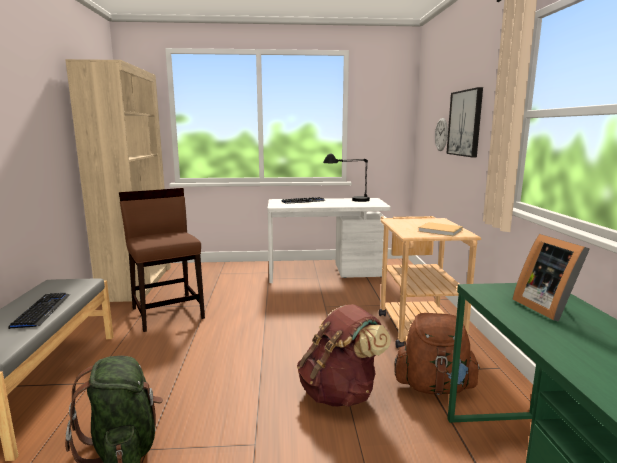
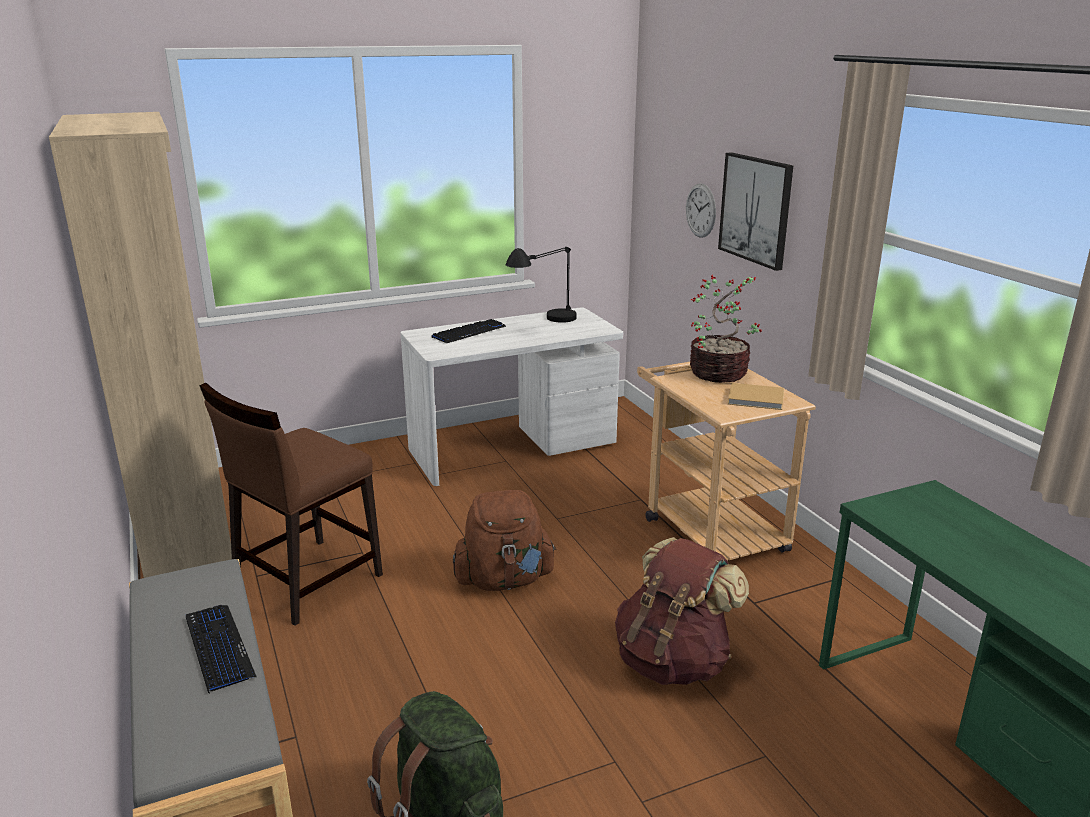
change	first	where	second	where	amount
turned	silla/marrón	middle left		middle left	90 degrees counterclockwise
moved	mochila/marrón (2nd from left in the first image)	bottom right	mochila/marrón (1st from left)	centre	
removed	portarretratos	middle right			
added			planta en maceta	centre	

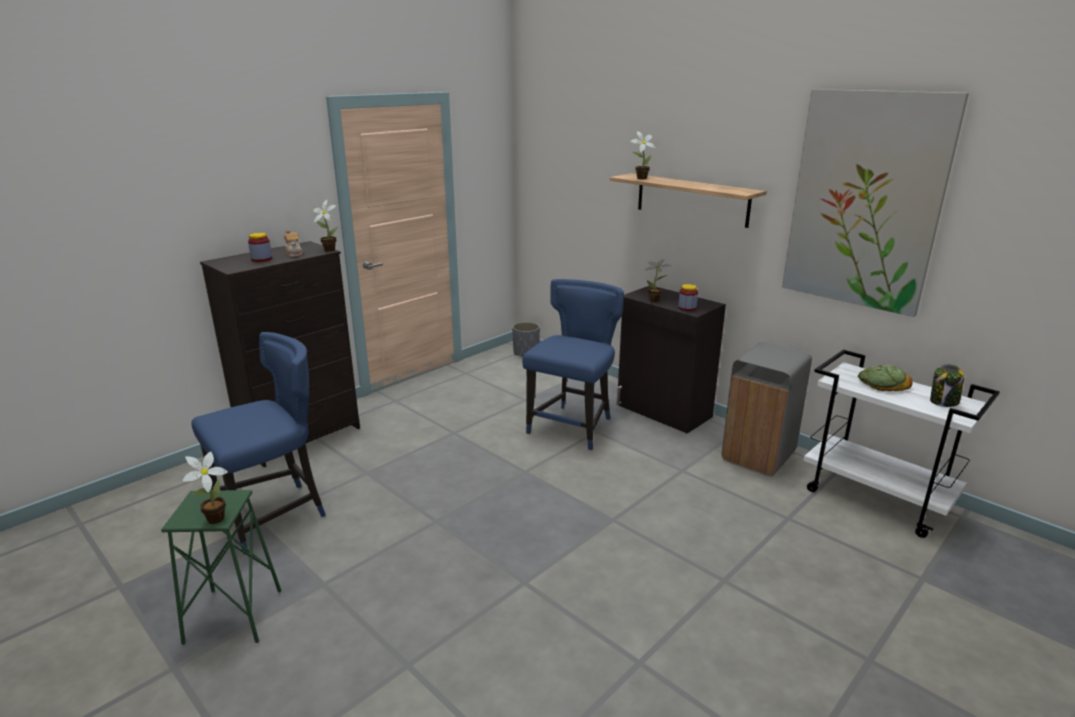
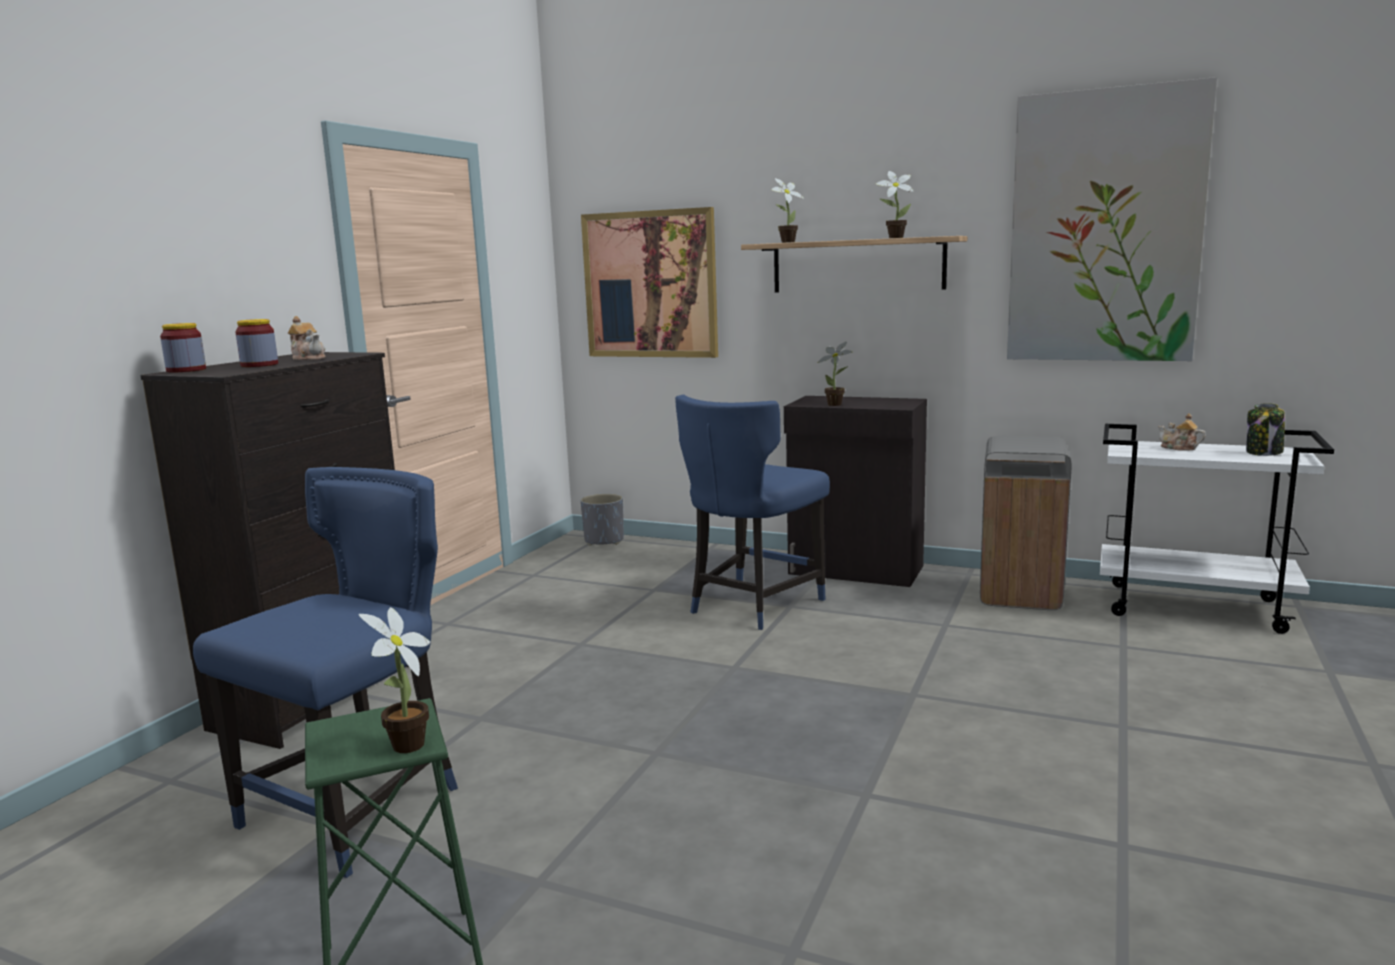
change	first	where	second	where	amount
moved	planta en maceta (2nd from left in the first image)	top left	planta en maceta (4th from left)	top centre	
turned	silla/azul (2nd from left)	centre		centre	150 degrees counterclockwise
moved	tarro (2nd from left in the first image)	centre	tarro (1st from left)	middle left	
replaced	pan	middle right	tetera (2nd from left)	middle right	
added			cuadro (1st from left)	top centre	

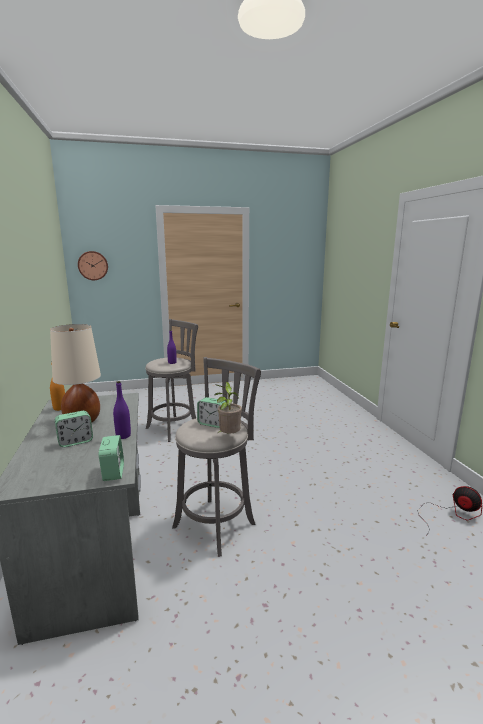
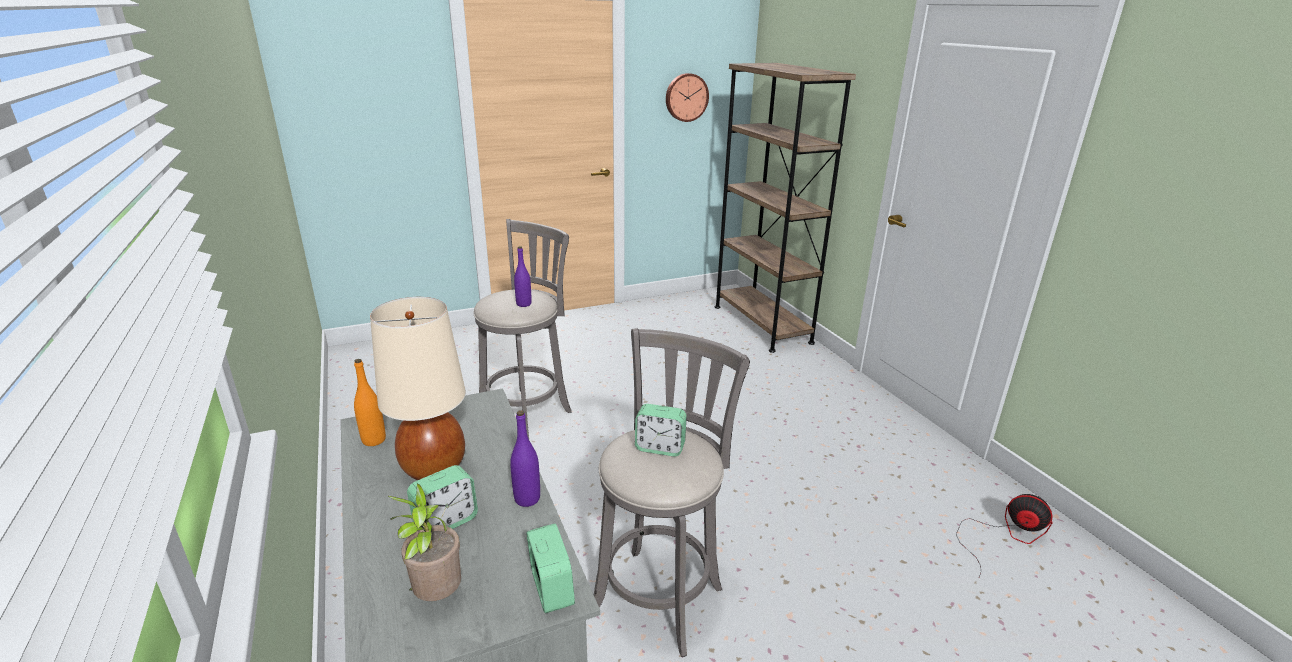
change	first	where	second	where	amount
moved	reloj de pared	middle left		top centre	
moved	planta en maceta	centre		bottom left	
added			estantería/marrón	top centre	

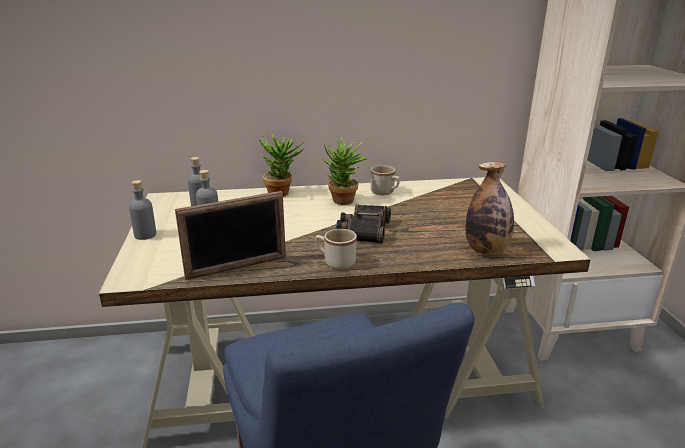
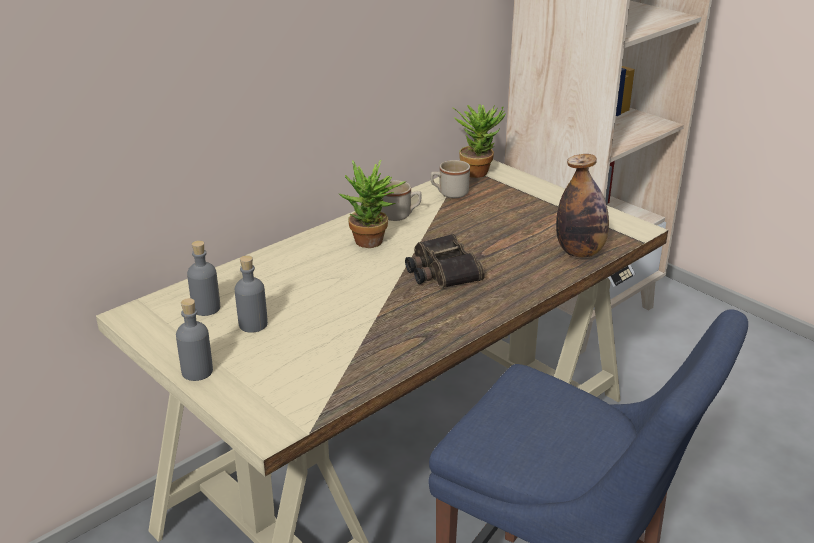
change	first	where	second	where	amount
removed	portarretratos	centre			
moved	planta en maceta (1st from left in the first image)	centre	planta en maceta (2nd from left)	top centre	
moved	taza grande/beis (1st from left in the first image)	centre	taza grande/beis (2nd from left)	top centre	

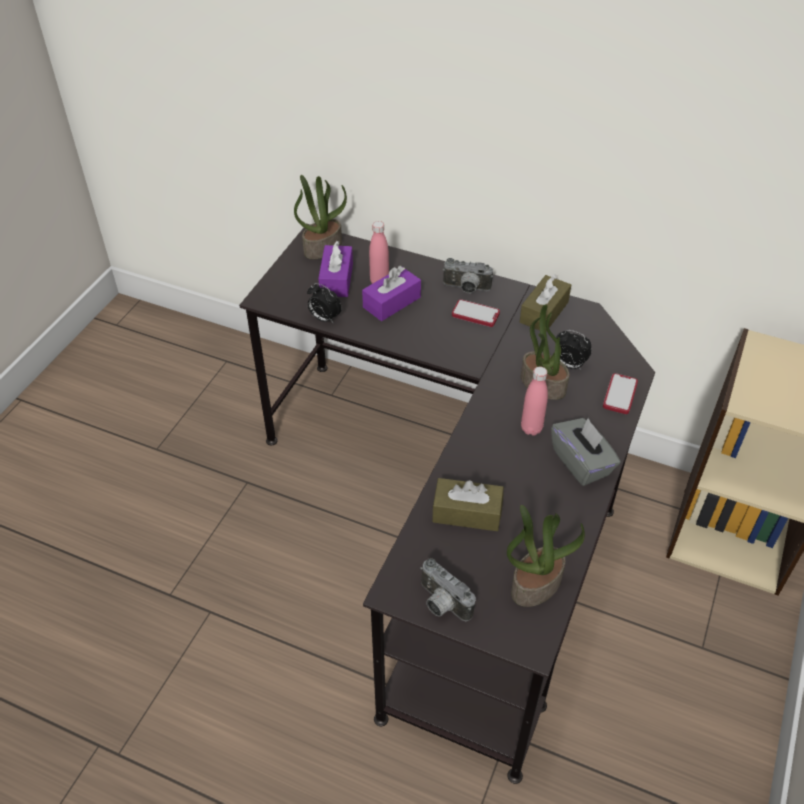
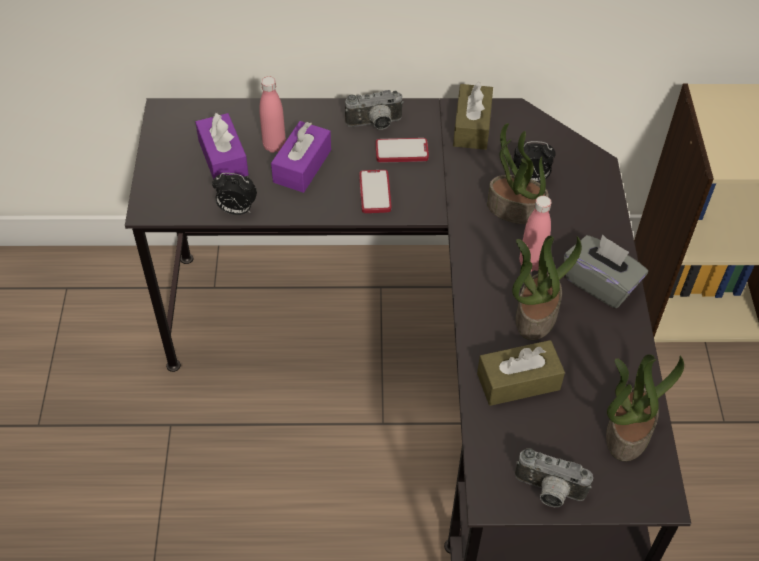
change	first	where	second	where	amount
moved	planta en maceta (1st from left in the first image)	top centre	planta en maceta (2nd from left)	middle right	
moved	móvil (2nd from left in the first image)	middle right	móvil (1st from left)	centre	

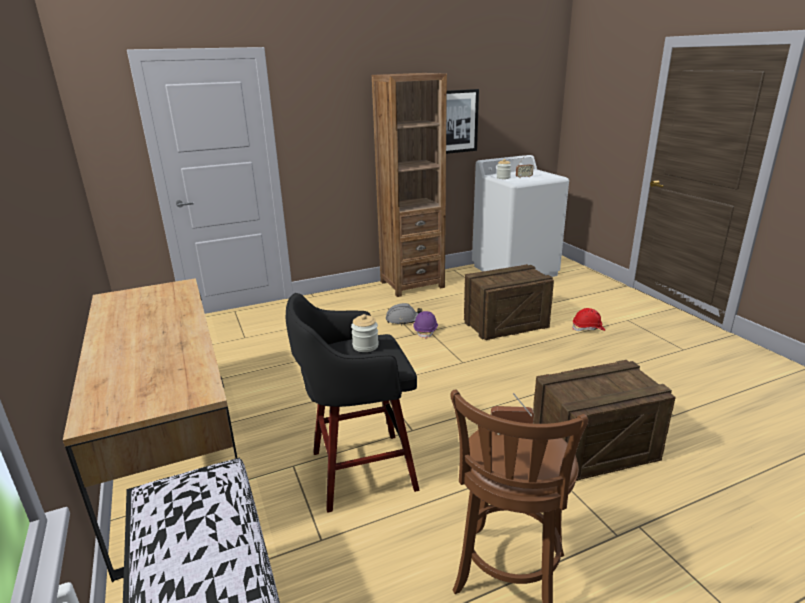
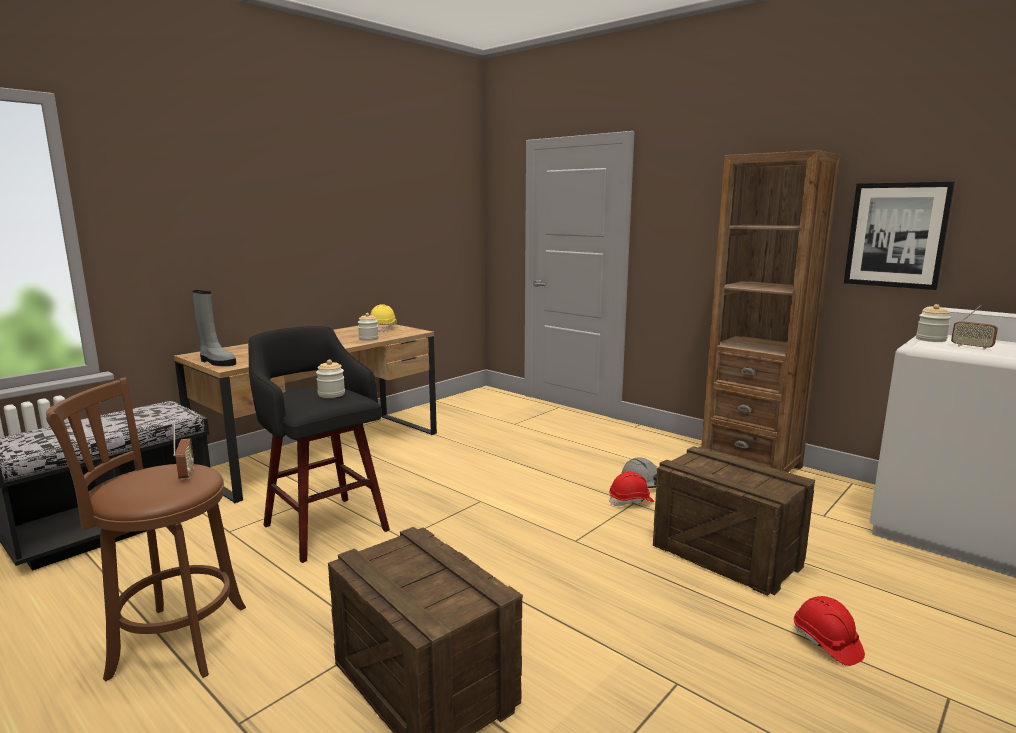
change	first	where	second	where	amount
recoloured	casco/morado	centre	casco/rojo (1st from left)	bottom centre	
added			bota/gris	middle left	
added			tarro (2nd from left)	centre	
added			casco/amarillo	centre	

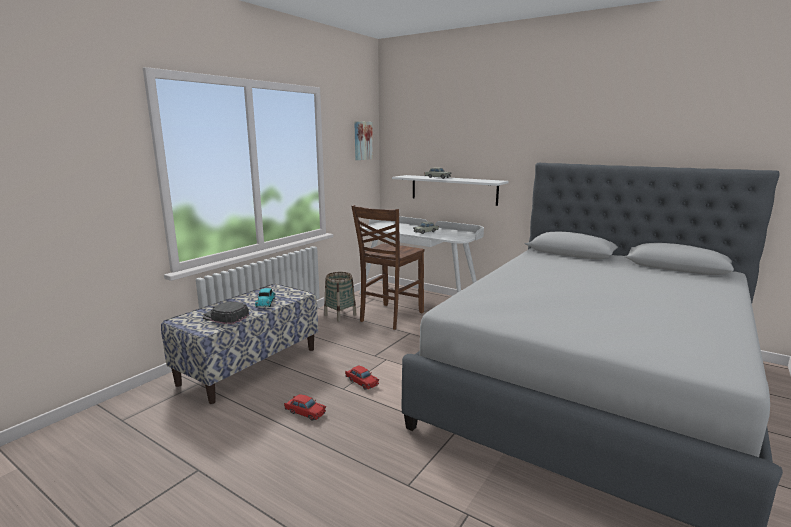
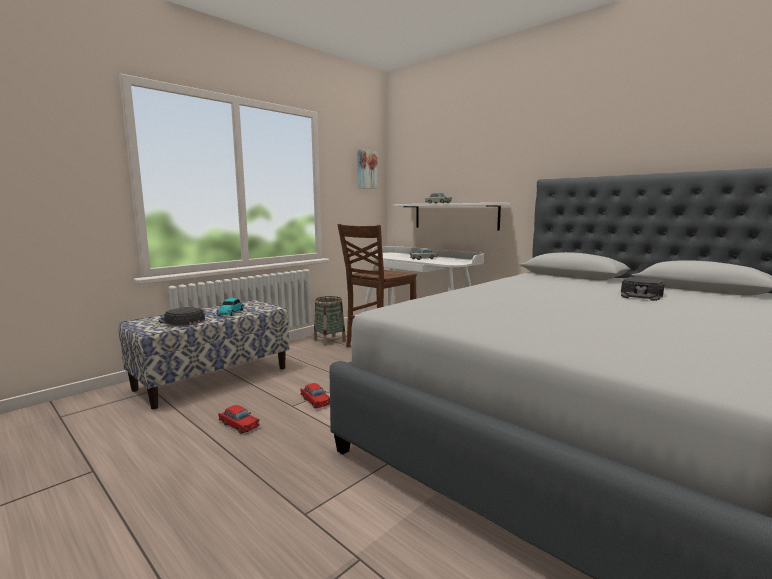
change	first	where	second	where	amount
added			gorra/negro (2nd from left)	middle right	

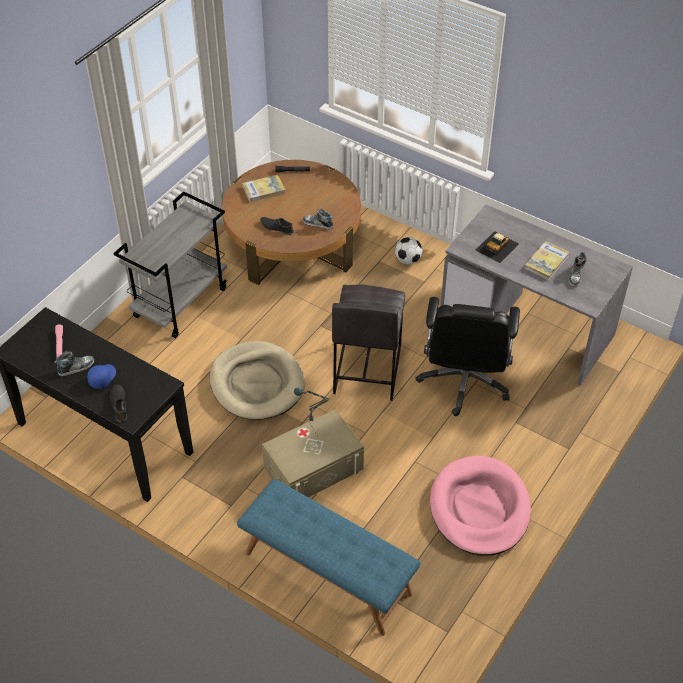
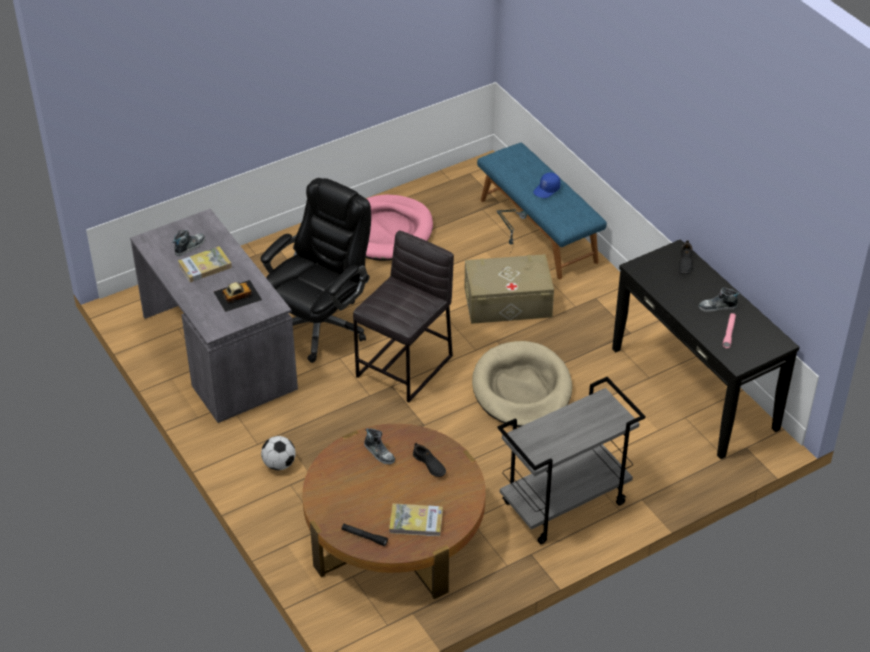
change	first	where	second	where	amount
moved	gorra/azul	middle left		top centre	

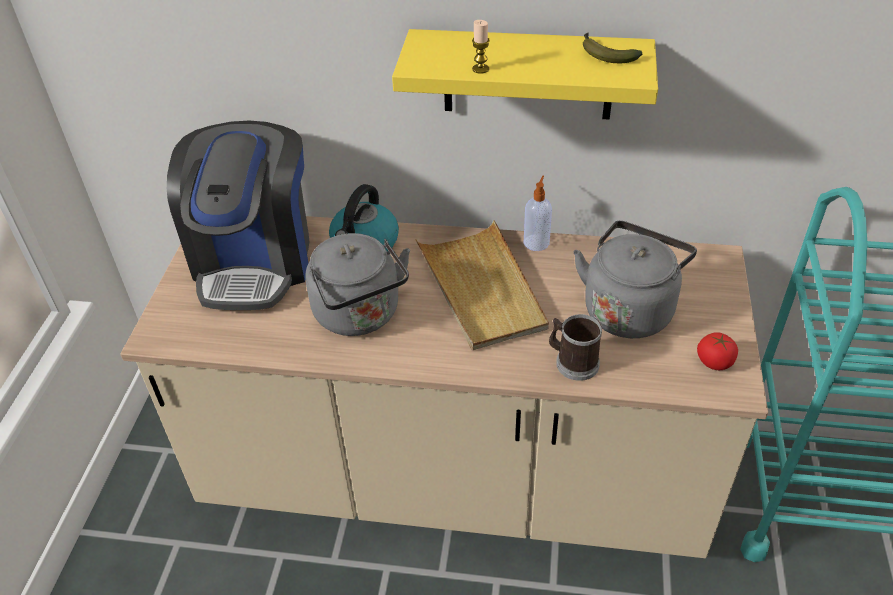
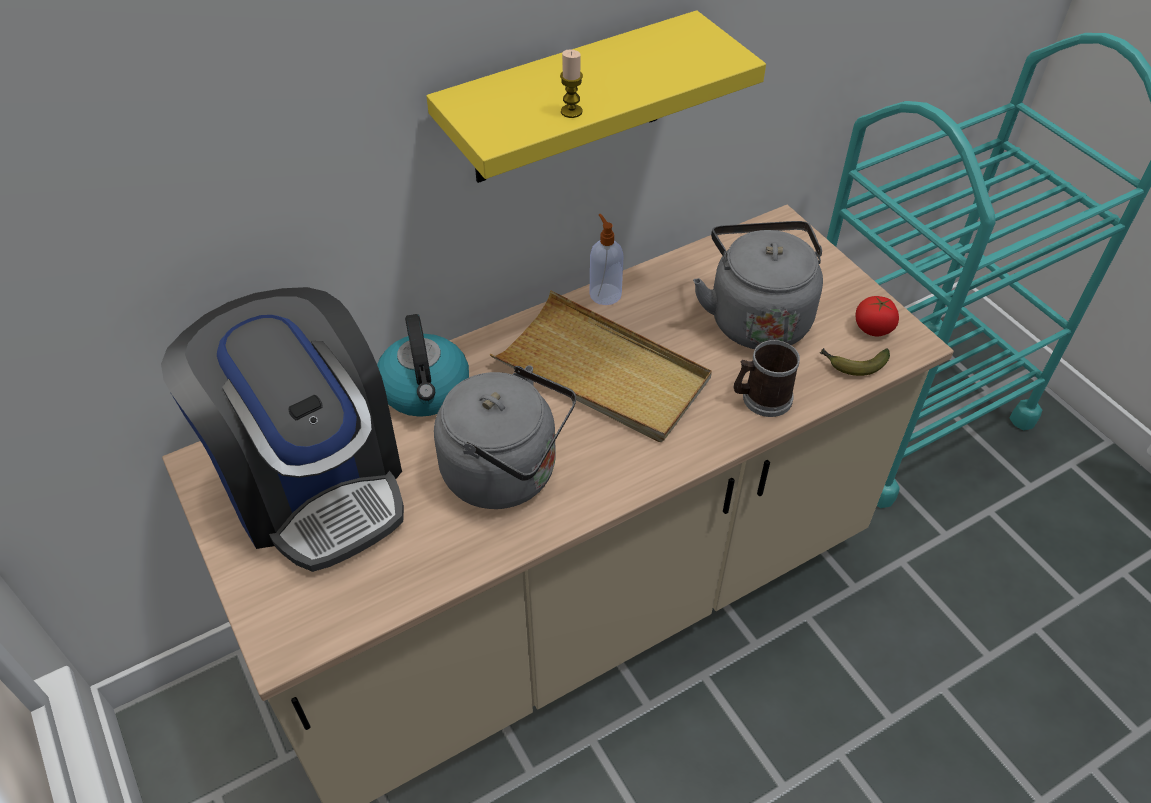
change	first	where	second	where	amount
moved	plátano	top right		middle right	

